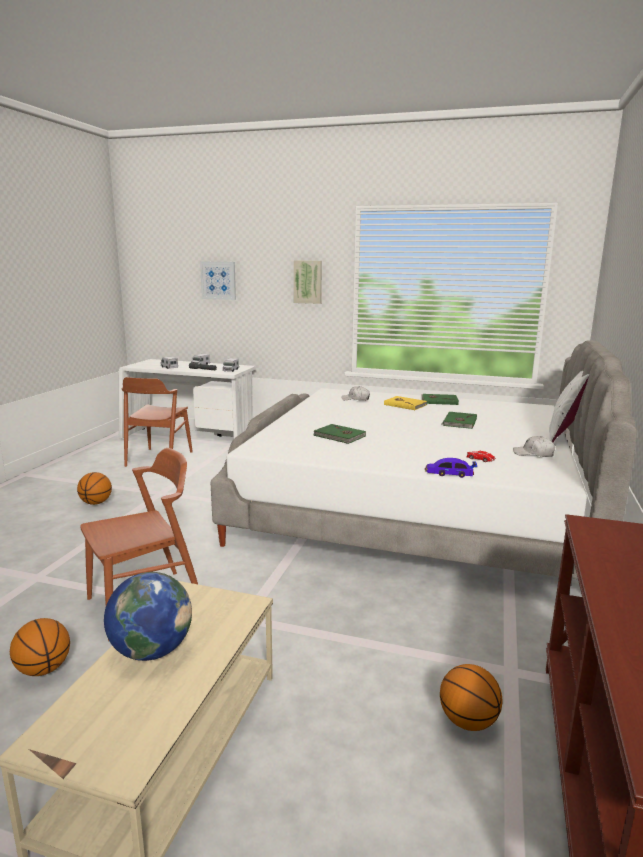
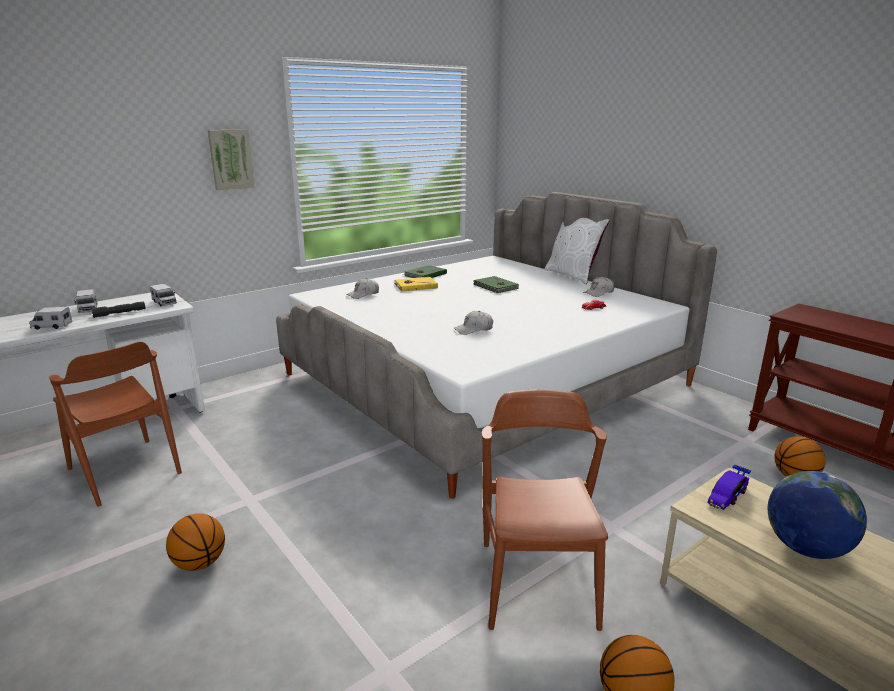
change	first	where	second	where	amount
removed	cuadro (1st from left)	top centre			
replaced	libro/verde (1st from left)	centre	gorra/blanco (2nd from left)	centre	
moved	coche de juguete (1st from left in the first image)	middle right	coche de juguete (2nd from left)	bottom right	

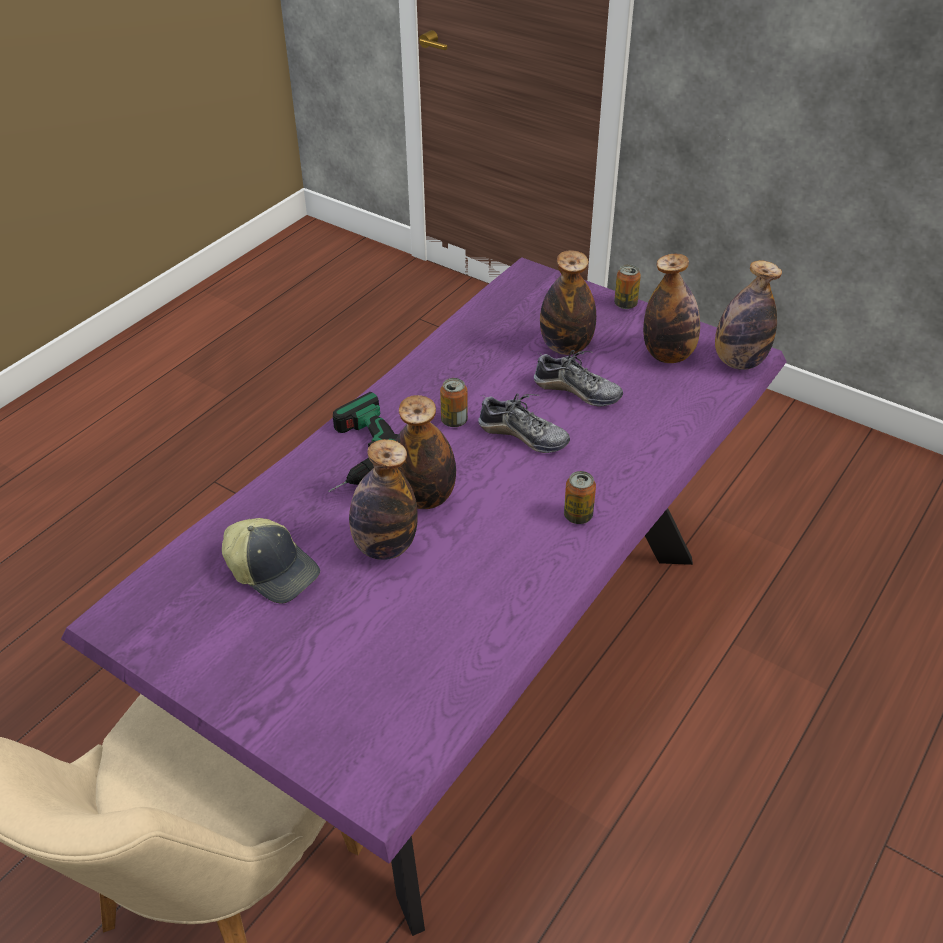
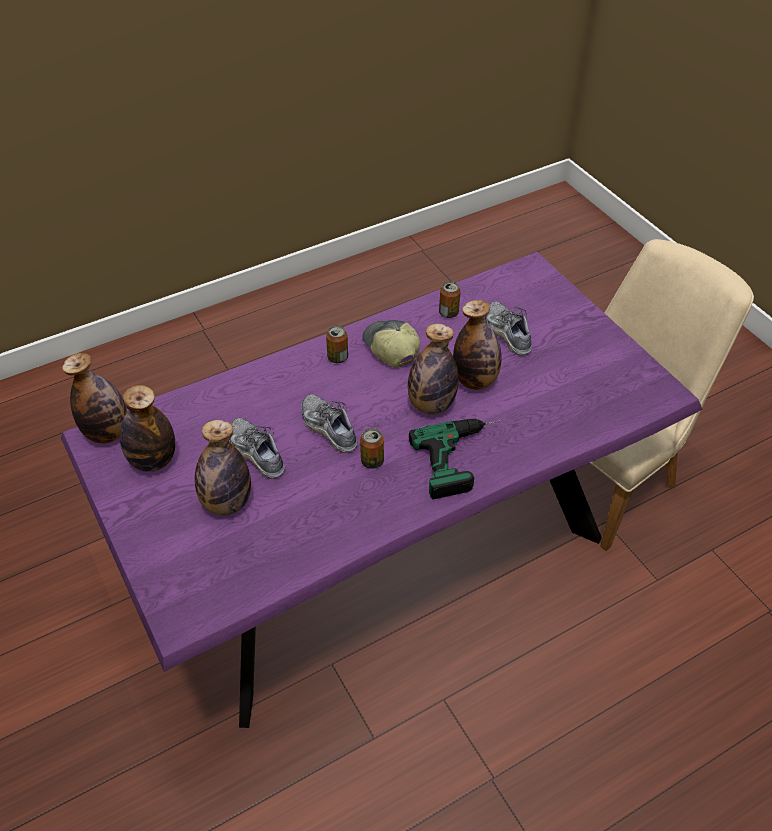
change	first	where	second	where	amount
moved	gorra	middle left		centre	
moved	lata (3rd from left)	top centre		centre	
added			zapato (3rd from left)	centre	

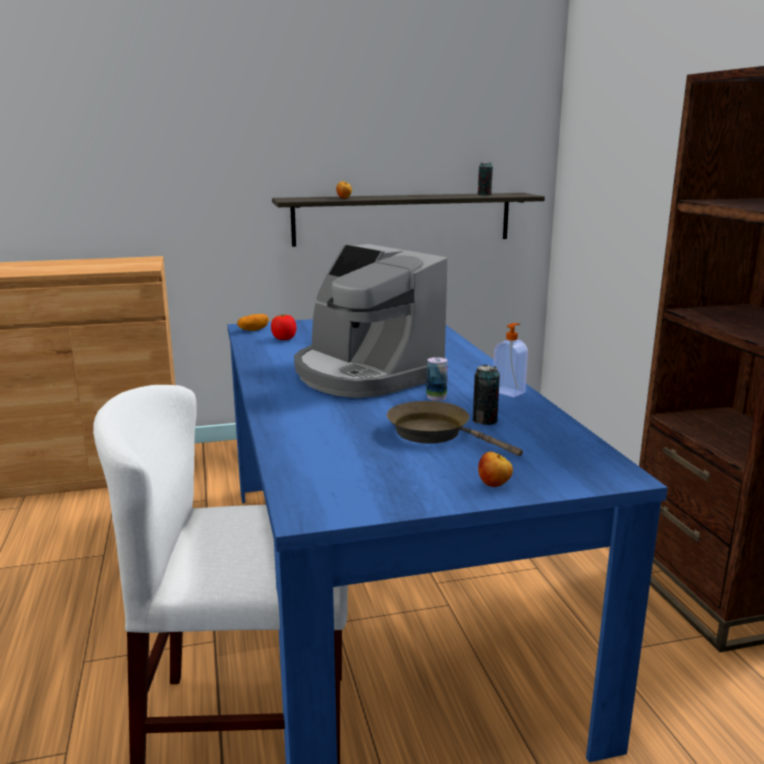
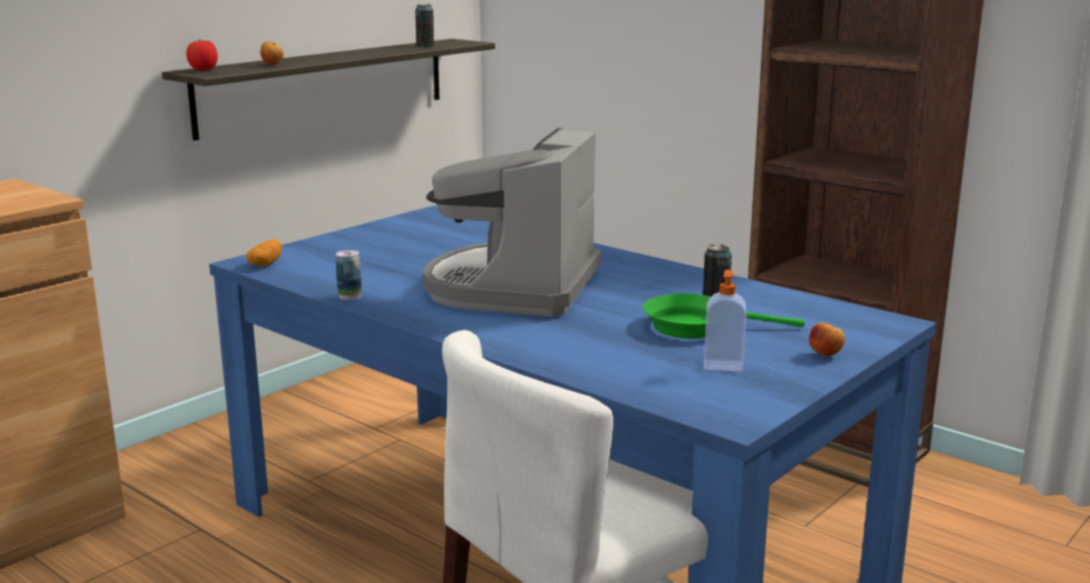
change	first	where	second	where	amount
moved	tomate	centre		top left	
turned	cafetera	centre		centre	90 degrees clockwise
recoloured	sartén/marrón	centre	sartén/verde	centre	
moved	lata (1st from left)	centre		middle left	
moved	dispensador de jabón	middle right		centre	

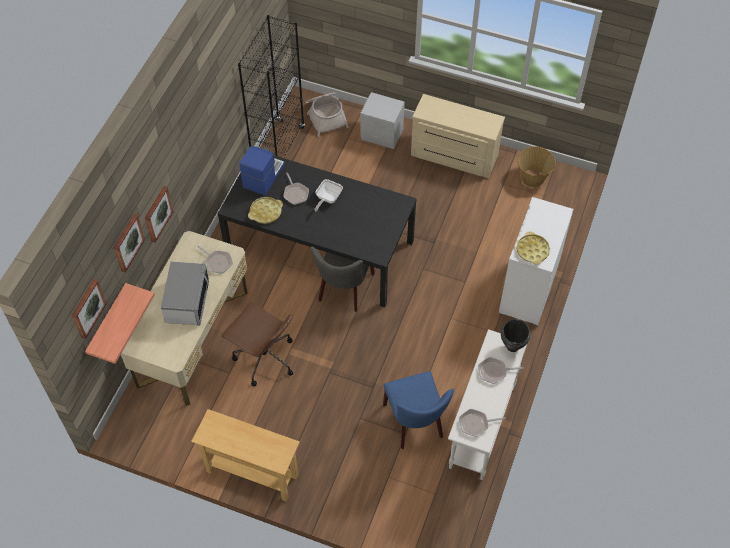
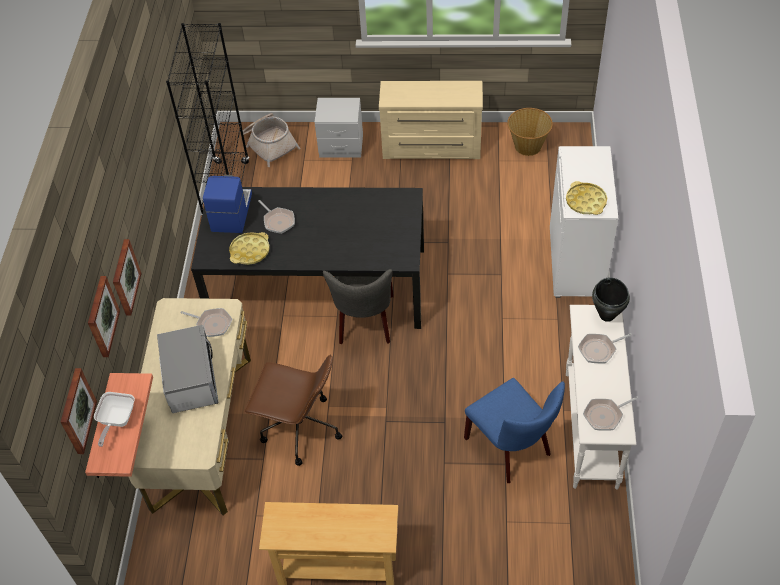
change	first	where	second	where	amount
moved	sartén (3rd from left in the first image)	centre	sartén (1st from left)	bottom left	

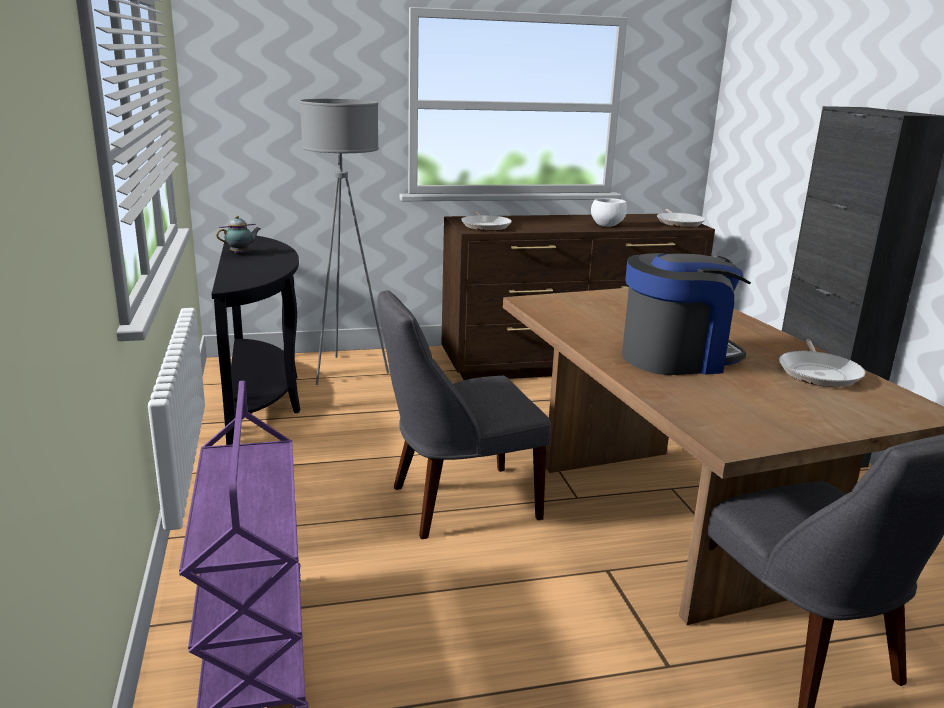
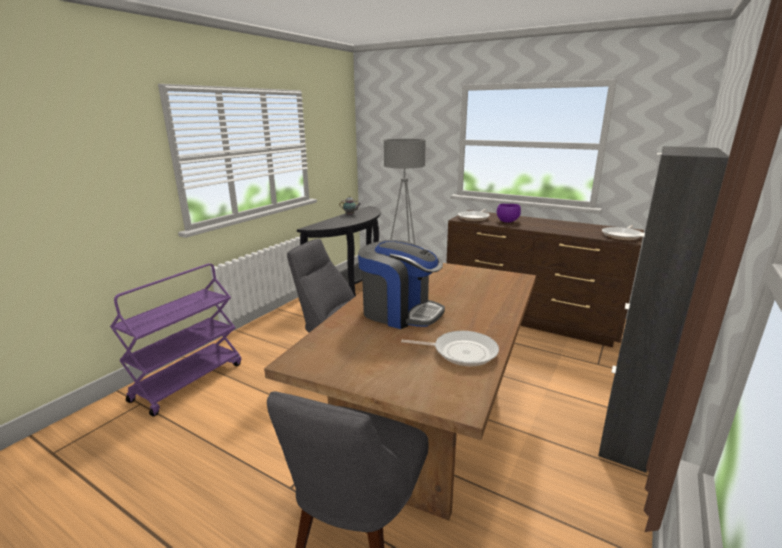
change	first	where	second	where	amount
removed	cuenco/blanco	top centre			
turned	sartén (3rd from left in the first image)	middle right	sartén (1st from left)	centre	135 degrees counterclockwise
added			cuenco/morado	centre	

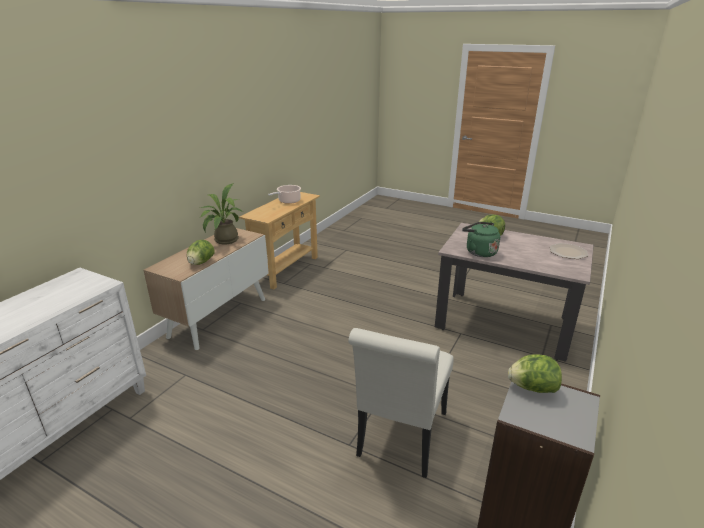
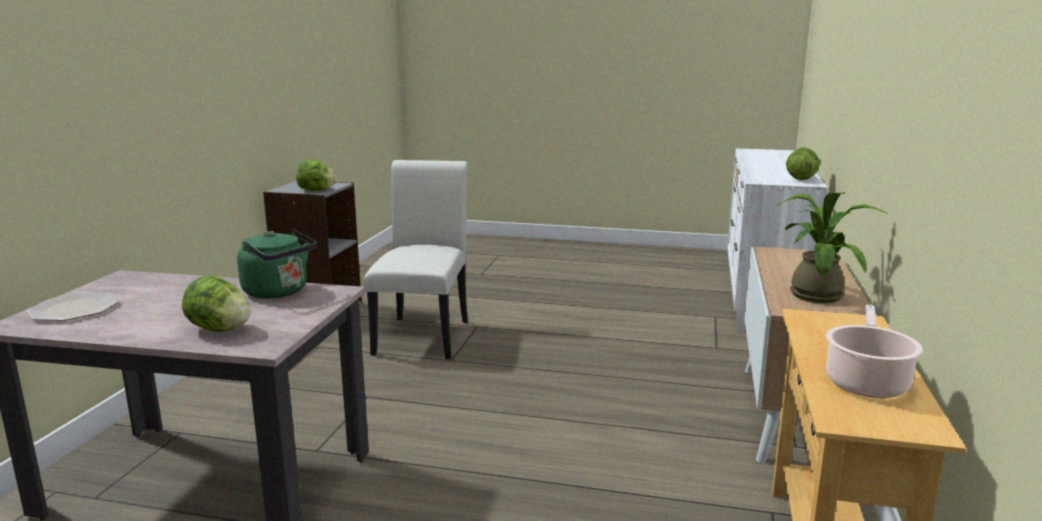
change	first	where	second	where	amount
moved	lechuga (1st from left in the first image)	middle left	lechuga (3rd from left)	top right	

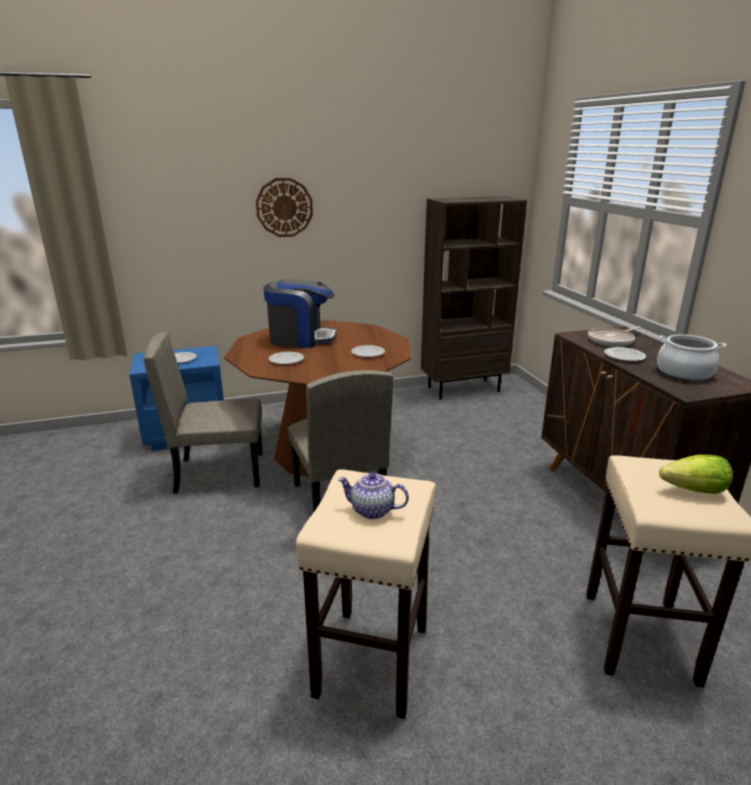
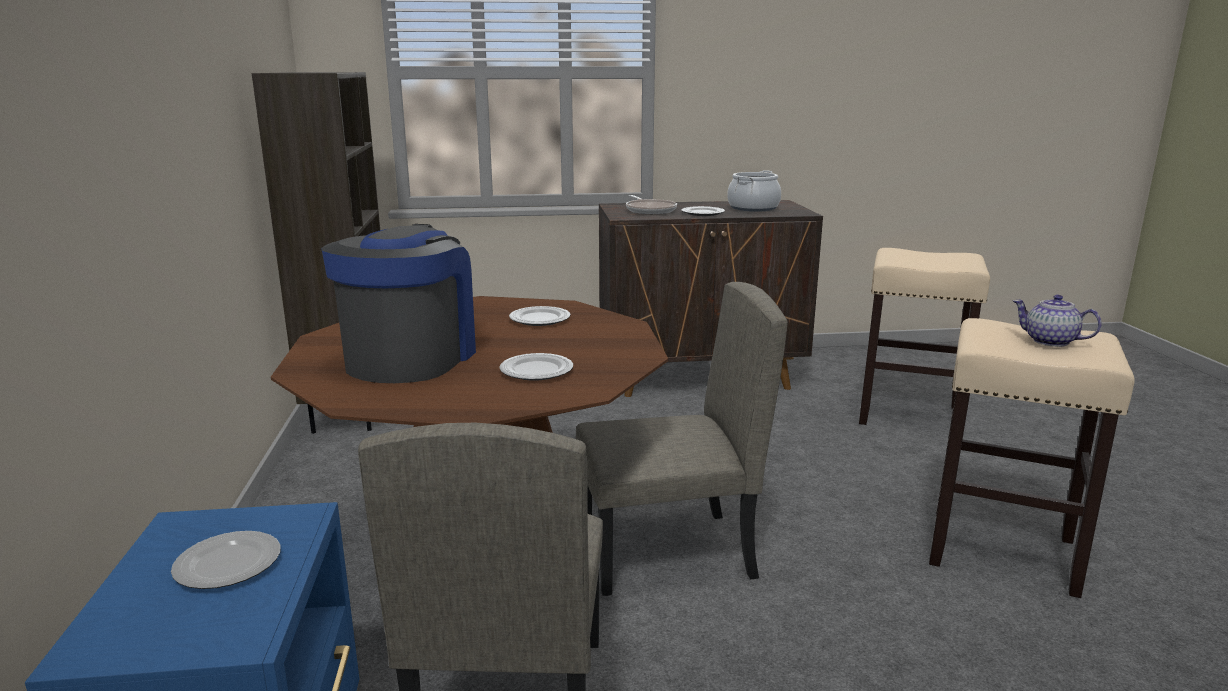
change	first	where	second	where	amount
removed	reloj de pared	top centre			
turned	tetera	centre		middle right	105 degrees clockwise
removed	lechuga	middle right			

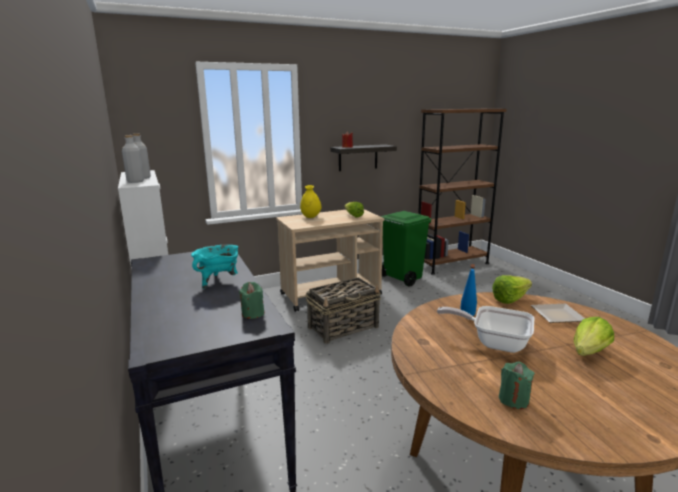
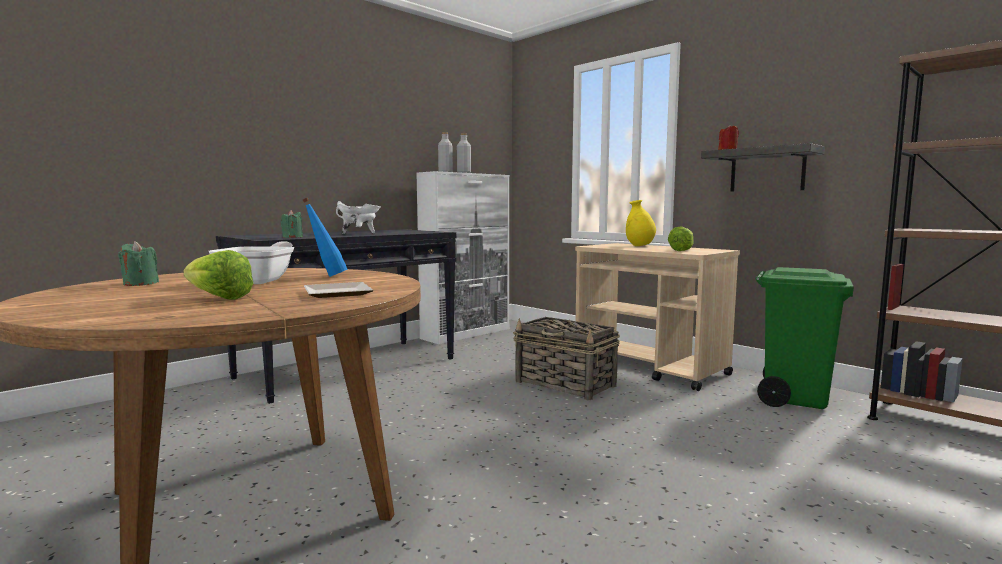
change	first	where	second	where	amount
recoloured	olla/turquesa	middle left	olla/blanco	centre	
removed	lechuga (2nd from left)	middle right			

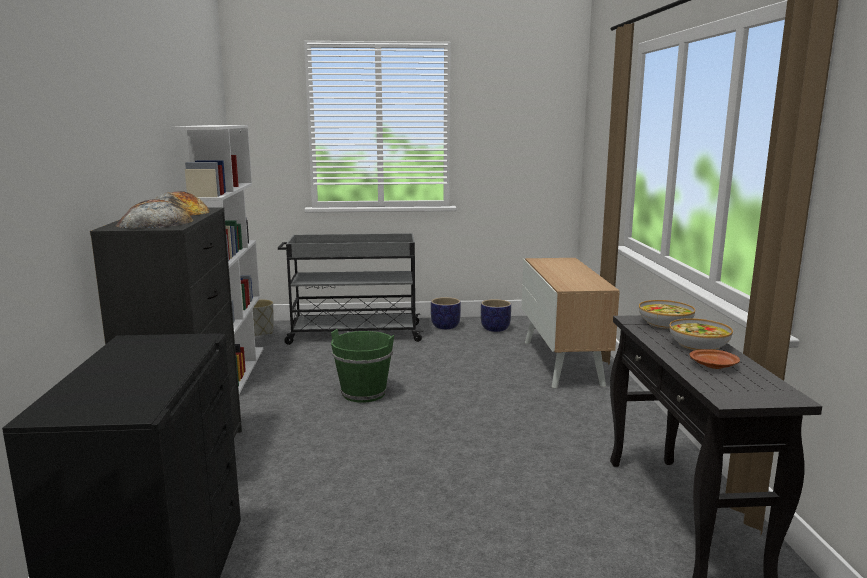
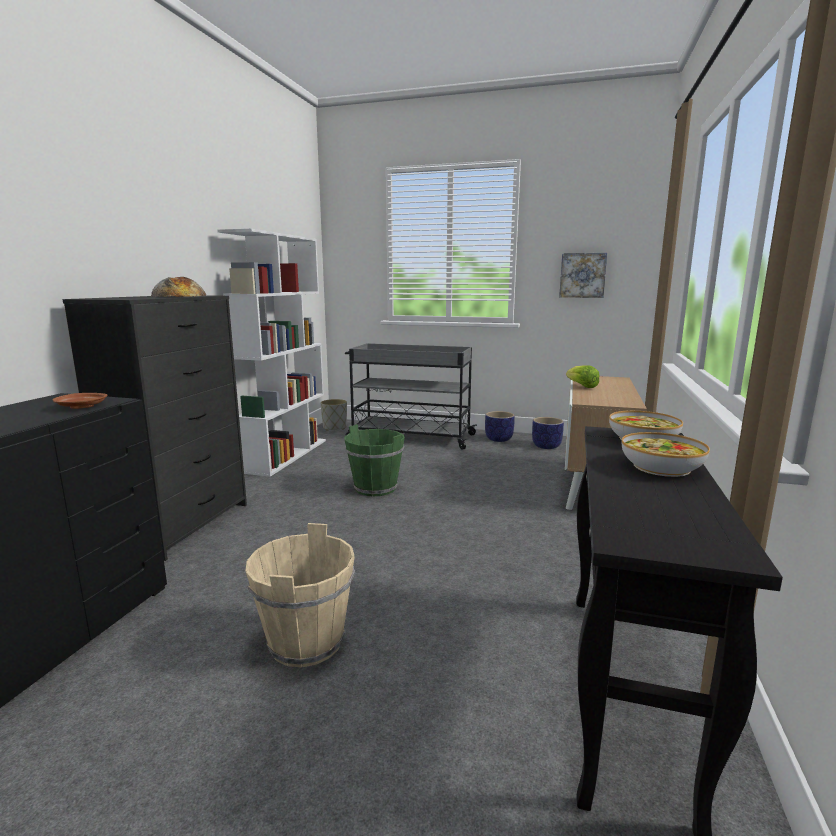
change	first	where	second	where	amount
removed	pan (1st from left)	middle left			
moved	plato/marrón	middle right		middle left	
added			cubo/beis	bottom centre	
added			cuadro	top right	
added			lechuga	middle right	

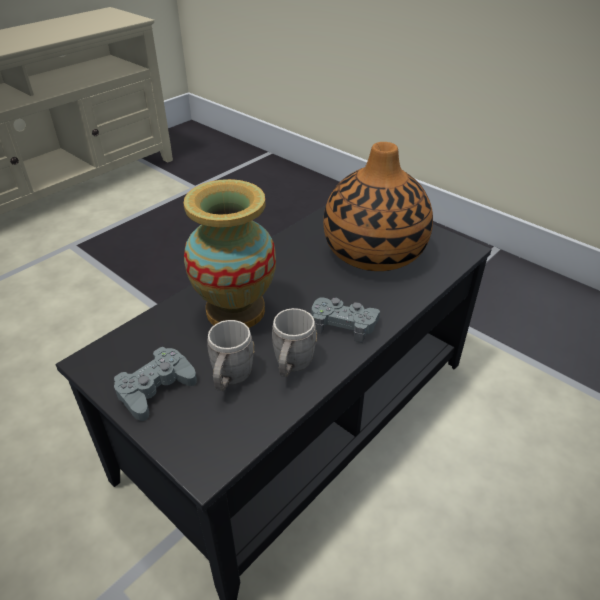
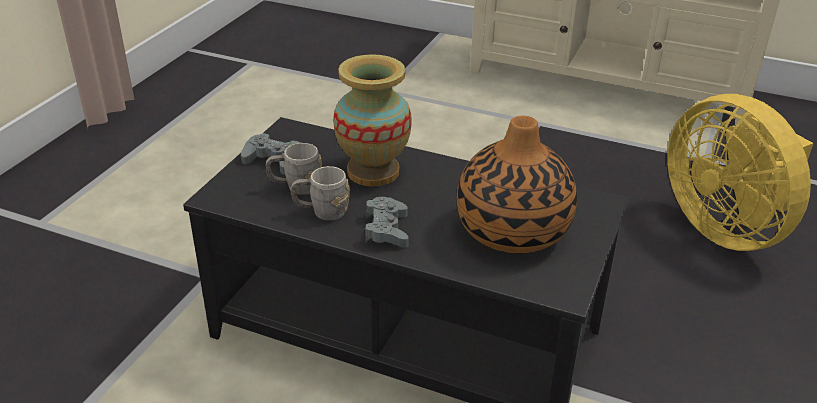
change	first	where	second	where	amount
added			ventilador/amarillo	middle right	

